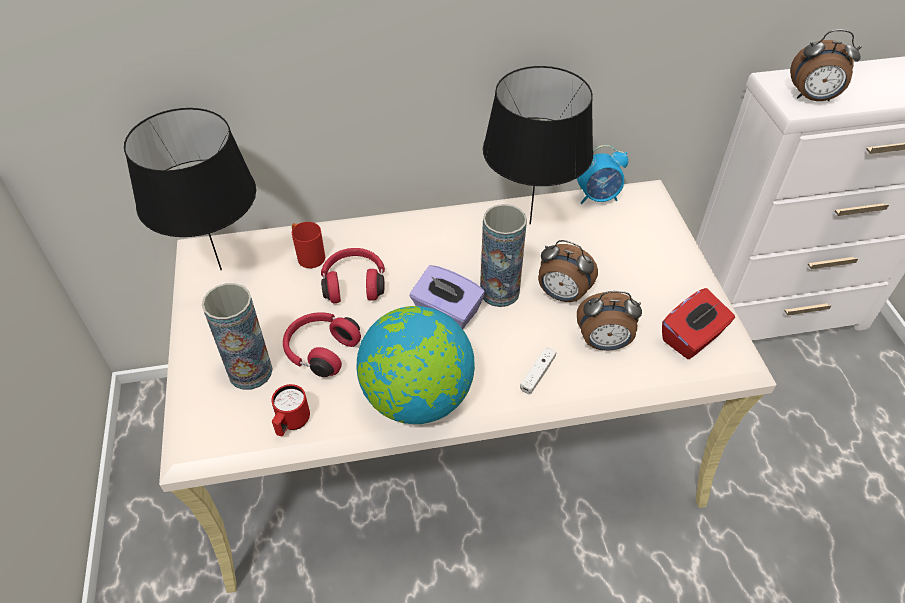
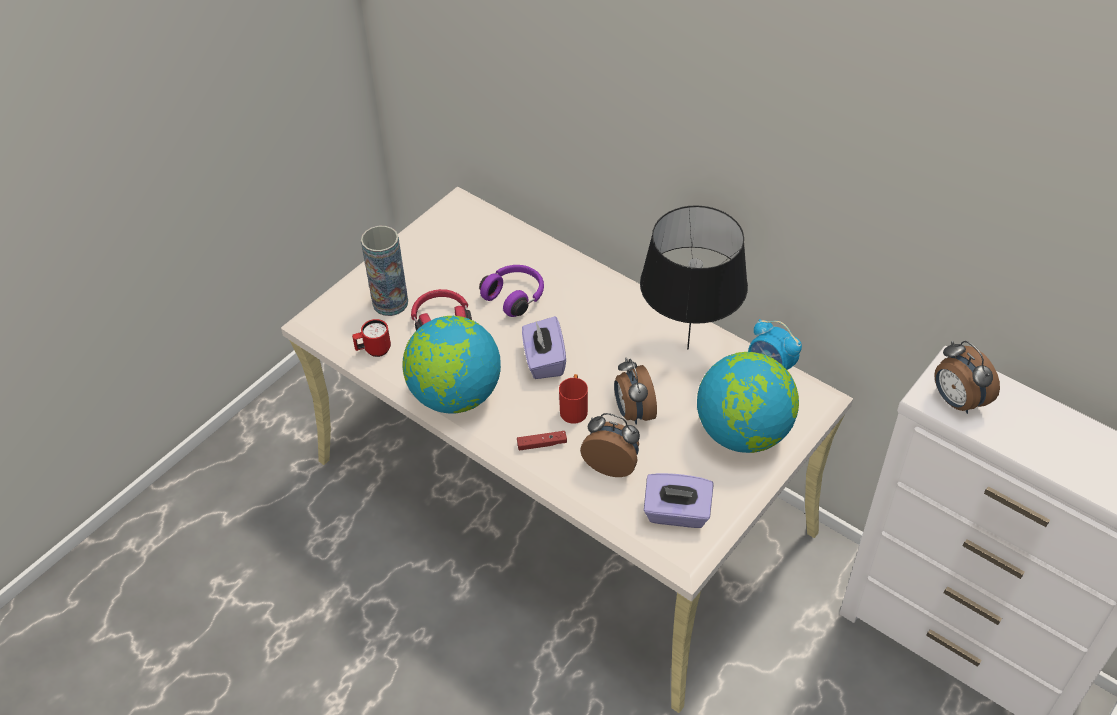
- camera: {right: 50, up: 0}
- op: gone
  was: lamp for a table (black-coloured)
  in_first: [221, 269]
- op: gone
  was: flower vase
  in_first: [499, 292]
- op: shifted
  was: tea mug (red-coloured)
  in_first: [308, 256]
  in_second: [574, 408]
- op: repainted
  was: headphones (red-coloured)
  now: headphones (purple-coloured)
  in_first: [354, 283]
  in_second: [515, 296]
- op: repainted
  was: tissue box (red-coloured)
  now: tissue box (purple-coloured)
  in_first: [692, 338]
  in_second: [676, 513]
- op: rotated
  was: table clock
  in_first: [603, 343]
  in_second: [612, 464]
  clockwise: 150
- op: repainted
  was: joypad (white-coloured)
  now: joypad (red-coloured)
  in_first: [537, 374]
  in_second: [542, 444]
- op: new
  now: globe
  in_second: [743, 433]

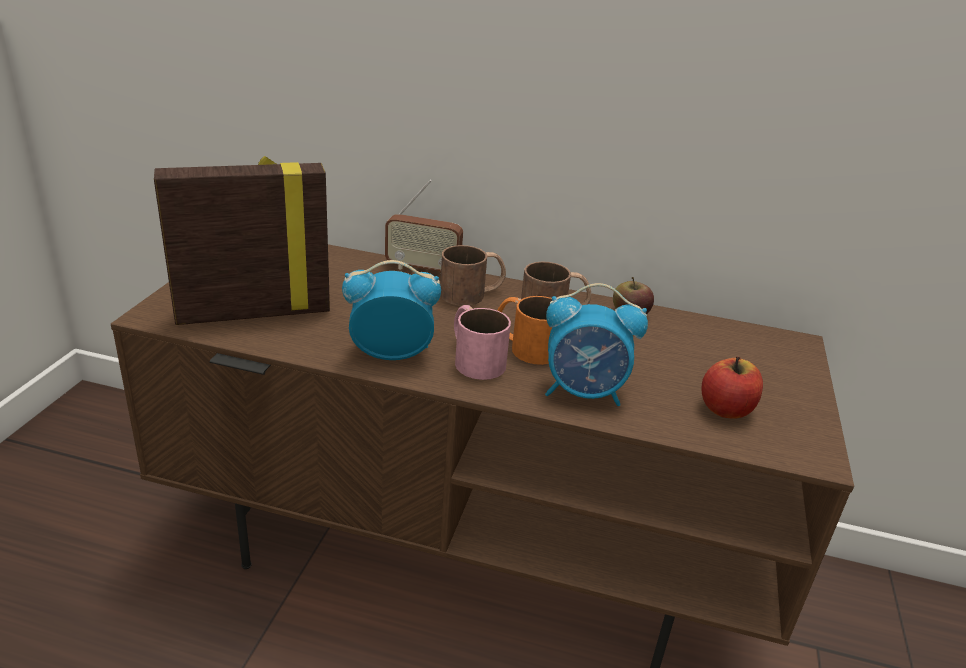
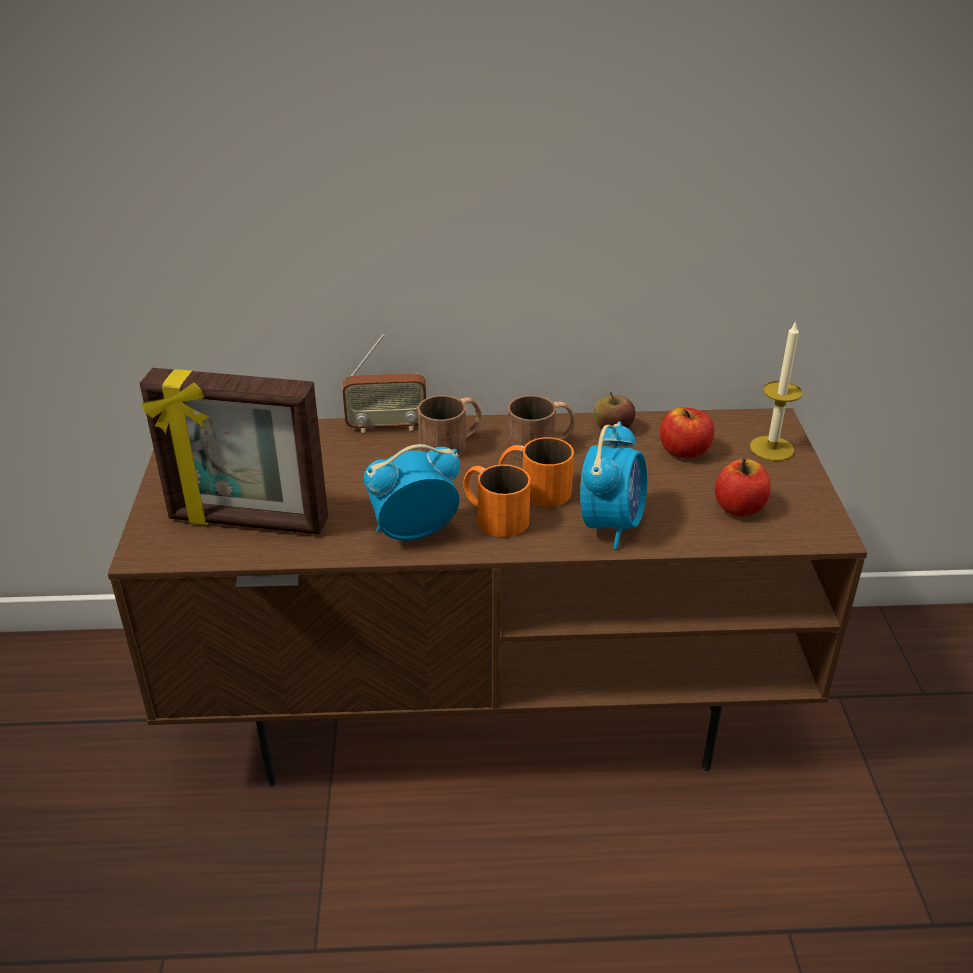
- camera: {right: -15, up: 5}
- op: rotated
  was: picture frame
  in_first: [253, 312]
  in_second: [248, 522]
  clockwise: -135
- op: rotated
  was: table clock
  in_first: [584, 393]
  in_second: [611, 524]
  clockwise: -60
- op: repainted
  was: tea mug (pink)
  now: tea mug (orange)
  in_first: [473, 358]
  in_second: [493, 515]
- op: new
  now: wax light
  in_second: [771, 448]
- op: new
  now: apple
  in_second: [684, 451]

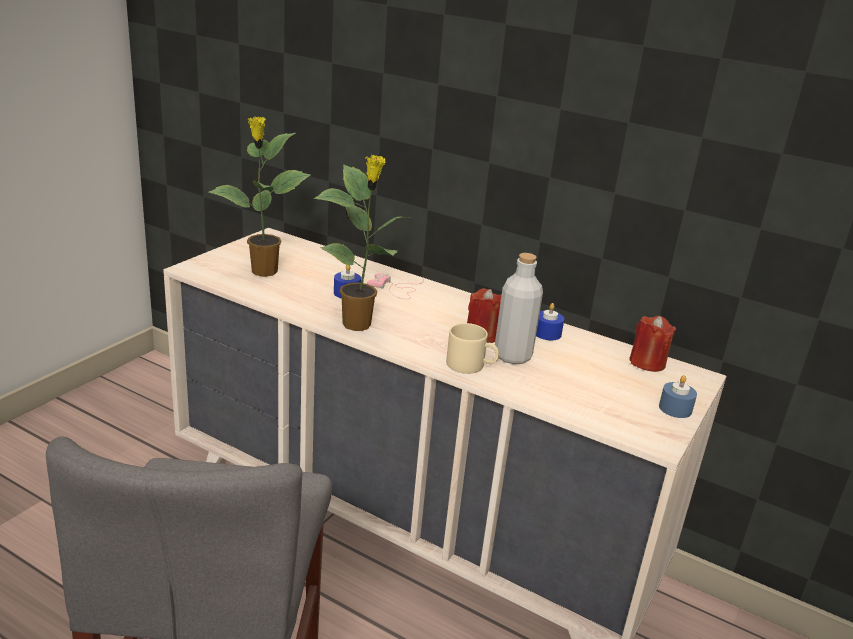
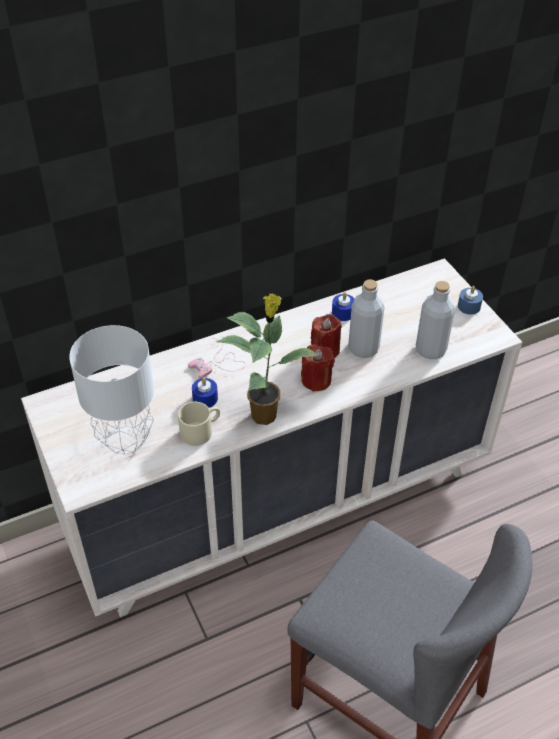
- camera: {right: -55, up: 20}
- op: swapped
  was: plant in a pot
  now: lamp for a table (gray)
  in_first: [263, 272]
  in_second: [125, 439]
- op: shifted
  was: wax light (red-coloured)
  in_first: [647, 362]
  in_second: [316, 380]
- op: shifted
  was: tea mug (beige-coloured)
  in_first: [471, 365]
  in_second: [200, 430]
- op: new
  now: drink bottle (gray)
  in_second: [430, 350]

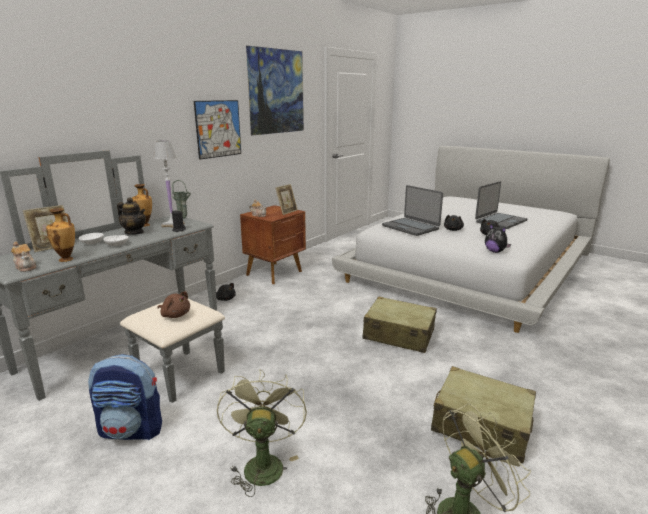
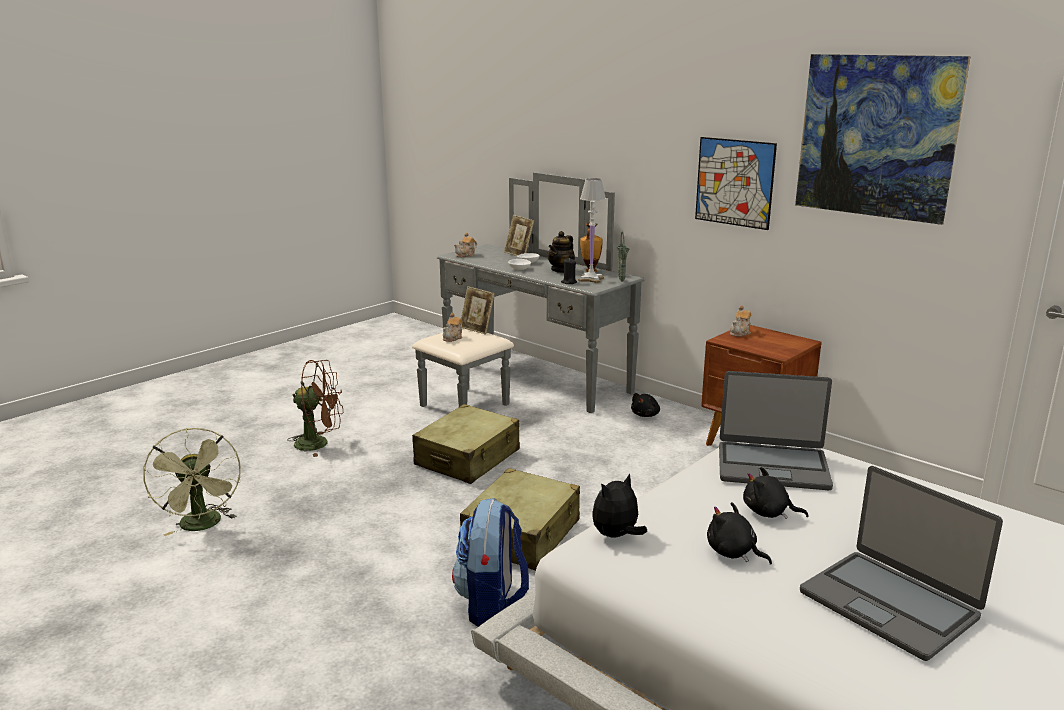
- camera: {right: 95, up: 0}
- op: shifted
  was: picture frame
  in_first: [287, 212]
  in_second: [477, 329]
- op: rotated
  was: notebook computer
  in_first: [410, 227]
  in_second: [772, 466]
  clockwise: -135
- op: gone
  was: flower vase
  in_first: [67, 259]
- op: swapped
  was: plush toy (brown-coloured)
  now: pot for tea
  in_first: [175, 315]
  in_second: [453, 338]
- op: shifted
  was: backpack
  in_first: [132, 430]
  in_second: [492, 604]
- op: shifted
  was: piece of luggage (beige-coloured)
  in_first: [481, 425]
  in_second: [468, 458]
- op: repainted
  was: fan (green)
  now: fan (brown-coloured)
  in_first: [262, 463]
  in_second: [319, 443]

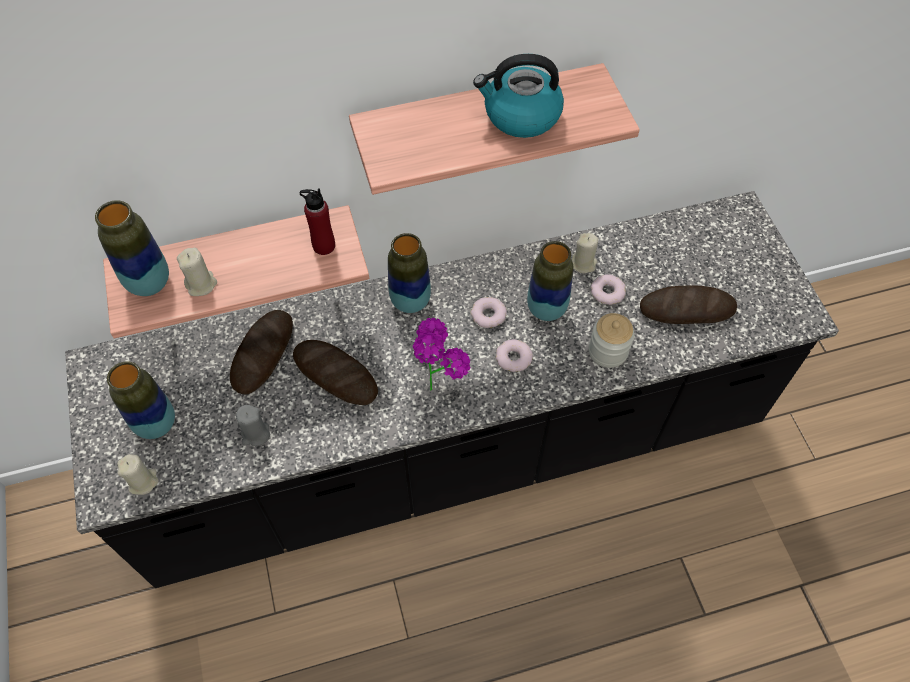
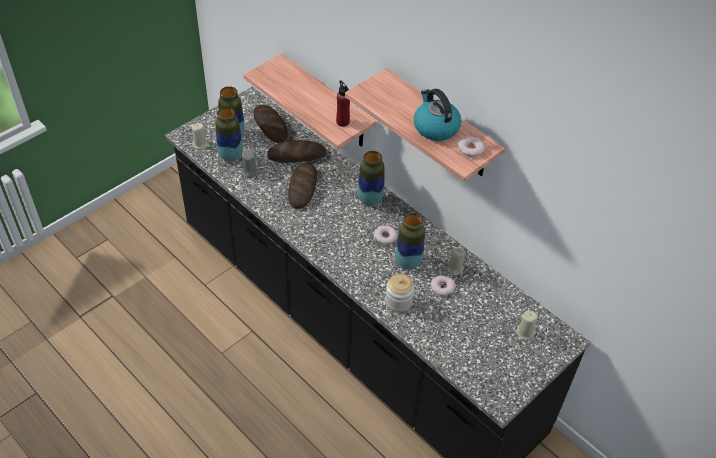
- camera: {right: 60, up: -10}
- op: shifted
  was: flower vase
  in_first: [149, 283]
  in_second: [230, 156]
- op: shifted
  was: wax light (beige-coloured)
  in_first: [201, 284]
  in_second: [525, 332]
- op: shifted
  was: bread
  in_first: [687, 309]
  in_second: [270, 126]
- op: gone
  was: plant in a pot
  in_first: [439, 382]
- op: shifted
  was: donut
  in_first: [513, 358]
  in_second: [470, 149]

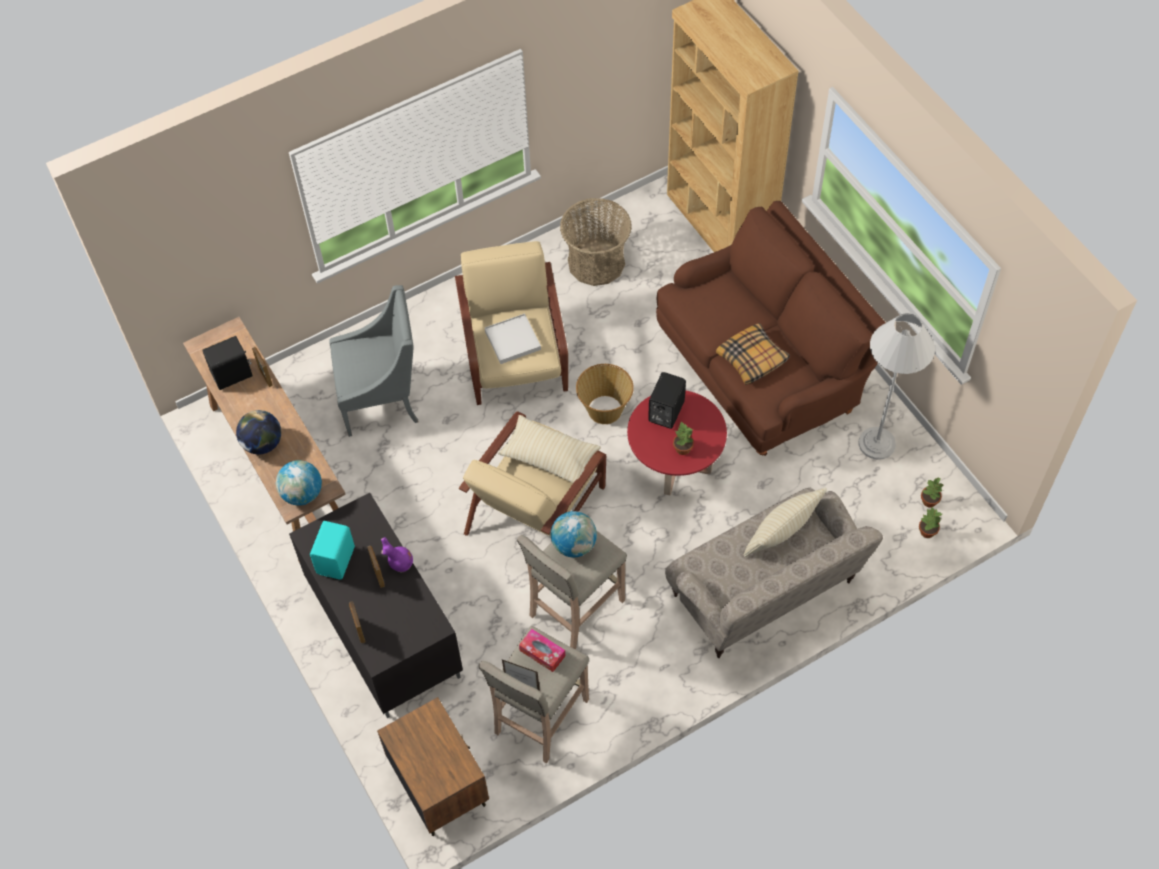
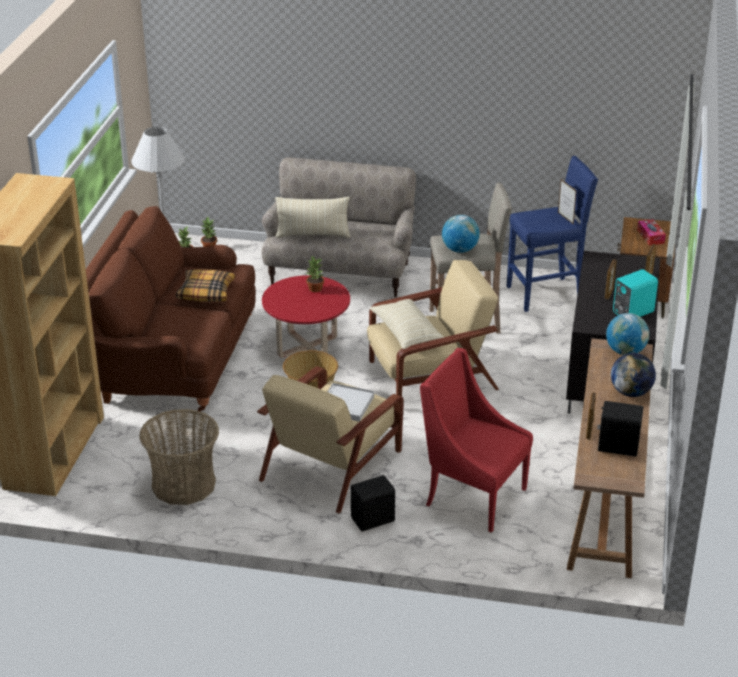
- camera: {right: -140, up: -25}
- op: repainted
  was: lounge chair (gray)
  now: lounge chair (red-coloured)
  in_first: [382, 399]
  in_second: [472, 496]
- op: shifted
  was: audio speaker (black-coloured)
  in_first: [665, 412]
  in_second: [374, 520]
- op: gone
  was: flower vase (purple-coloured)
  in_first: [400, 563]
- op: repainted
  was: sitting stool (beige-coloured)
  now: sitting stool (blue)
  in_first: [539, 718]
  in_second: [546, 294]
- op: shifted
  was: tissue box
  in_first: [542, 653]
  in_second: [650, 236]

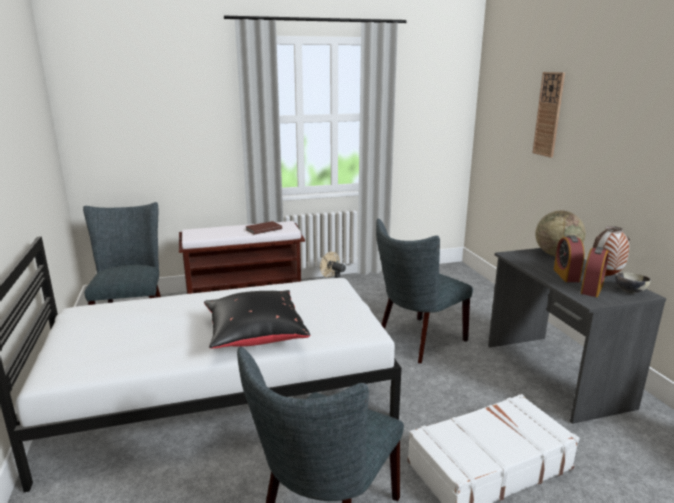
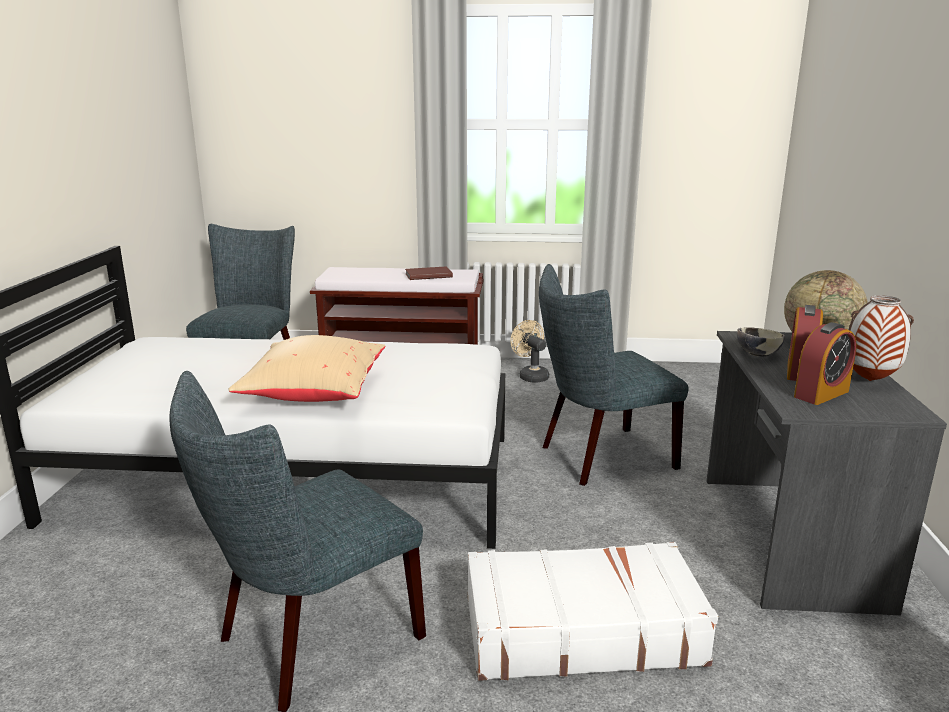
- camera: {right: 20, up: 0}
- op: gone
  was: wall clock
  in_first: [549, 114]
- op: shifted
  was: serving bowl
  in_first: [629, 291]
  in_second: [757, 354]
- op: repainted
  was: cushion (black-coloured)
  now: cushion (beige-coloured)
  in_first: [254, 335]
  in_second: [313, 393]

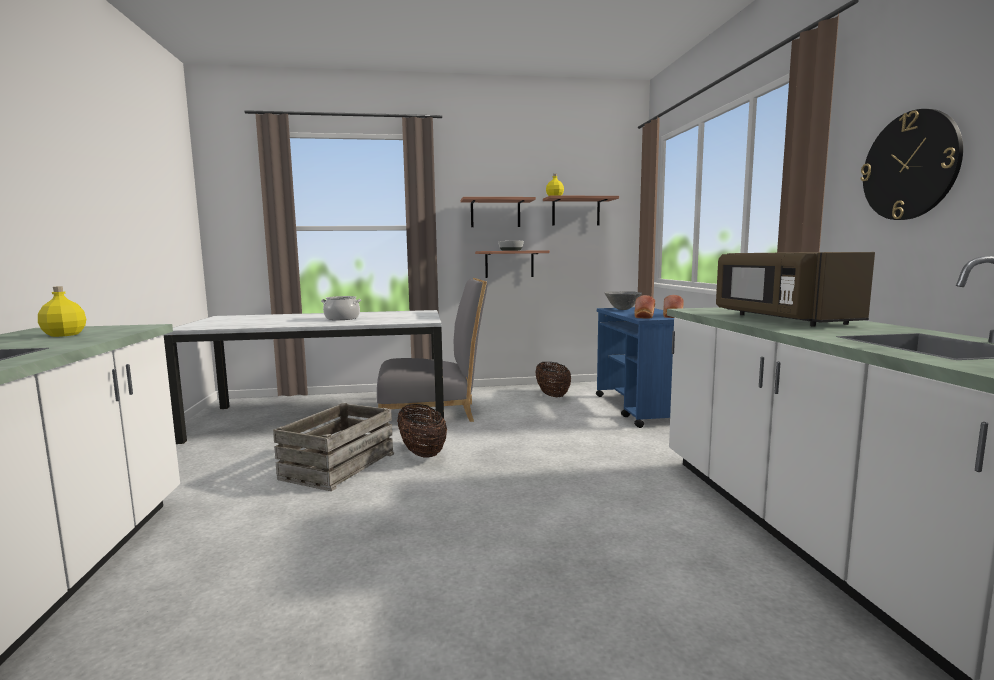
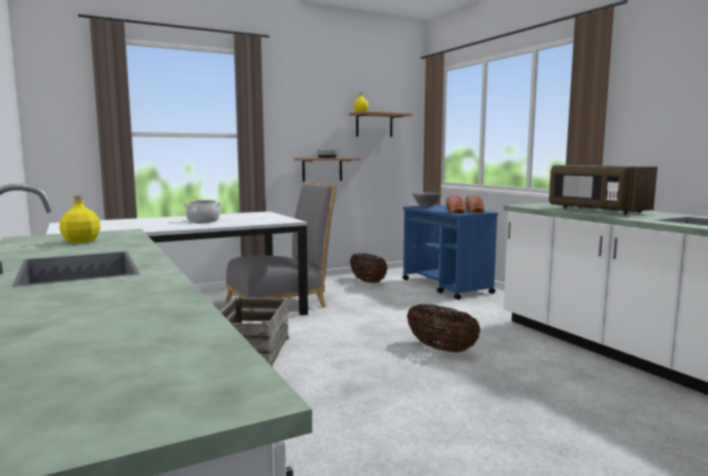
- camera: {right: -20, up: 0}
- op: gone
  was: wall clock
  in_first: [910, 166]
- op: gone
  was: bracket shelf
  in_first: [495, 213]
- op: shifted
  was: storage basket
  in_first: [422, 453]
  in_second: [441, 349]

